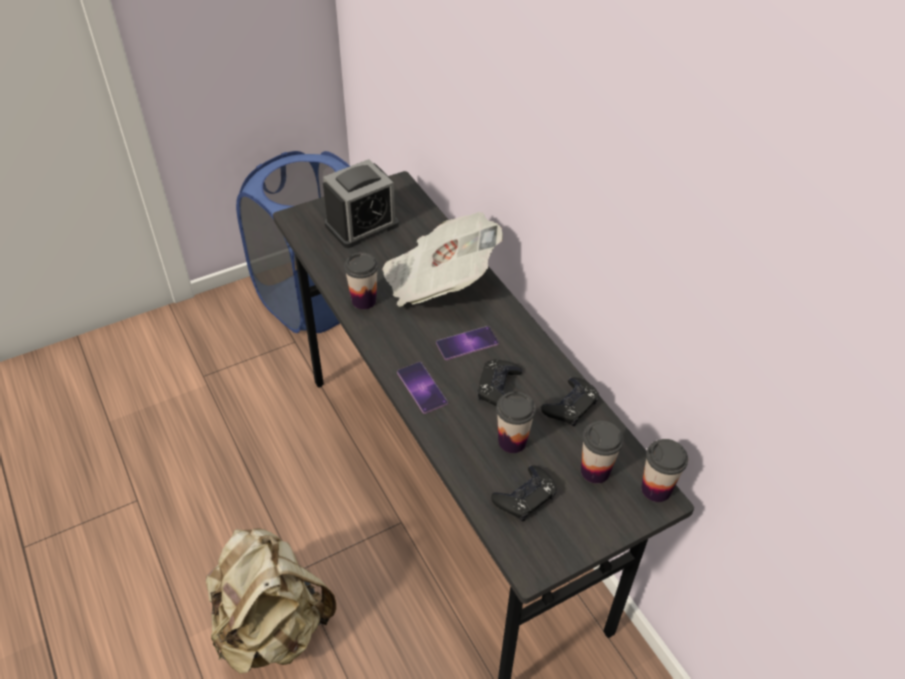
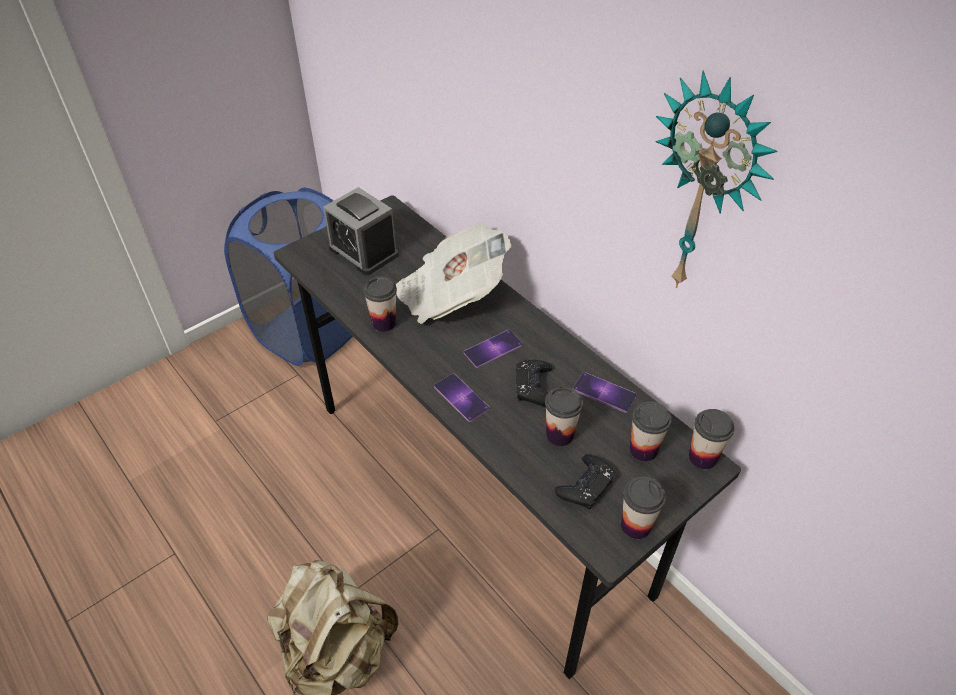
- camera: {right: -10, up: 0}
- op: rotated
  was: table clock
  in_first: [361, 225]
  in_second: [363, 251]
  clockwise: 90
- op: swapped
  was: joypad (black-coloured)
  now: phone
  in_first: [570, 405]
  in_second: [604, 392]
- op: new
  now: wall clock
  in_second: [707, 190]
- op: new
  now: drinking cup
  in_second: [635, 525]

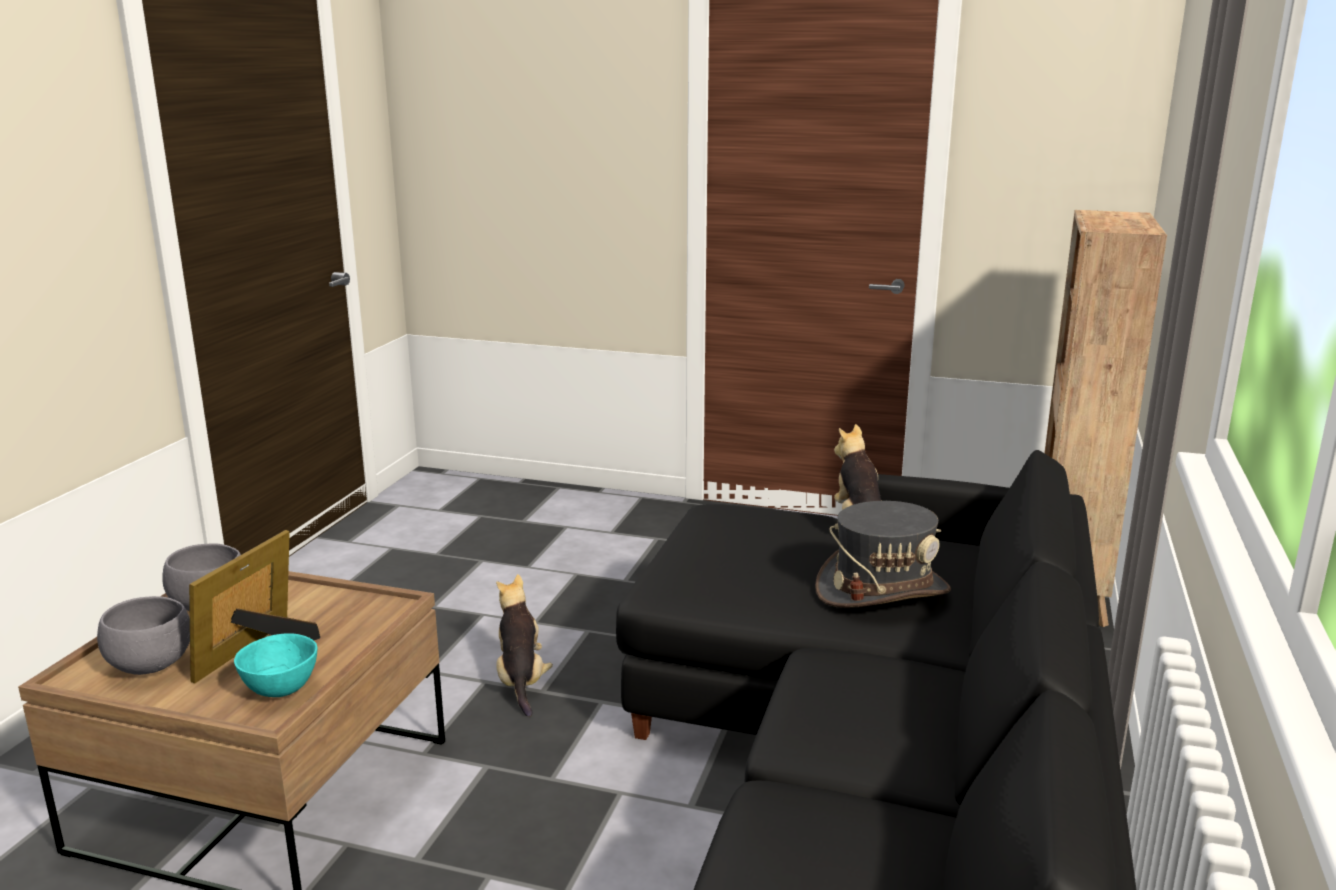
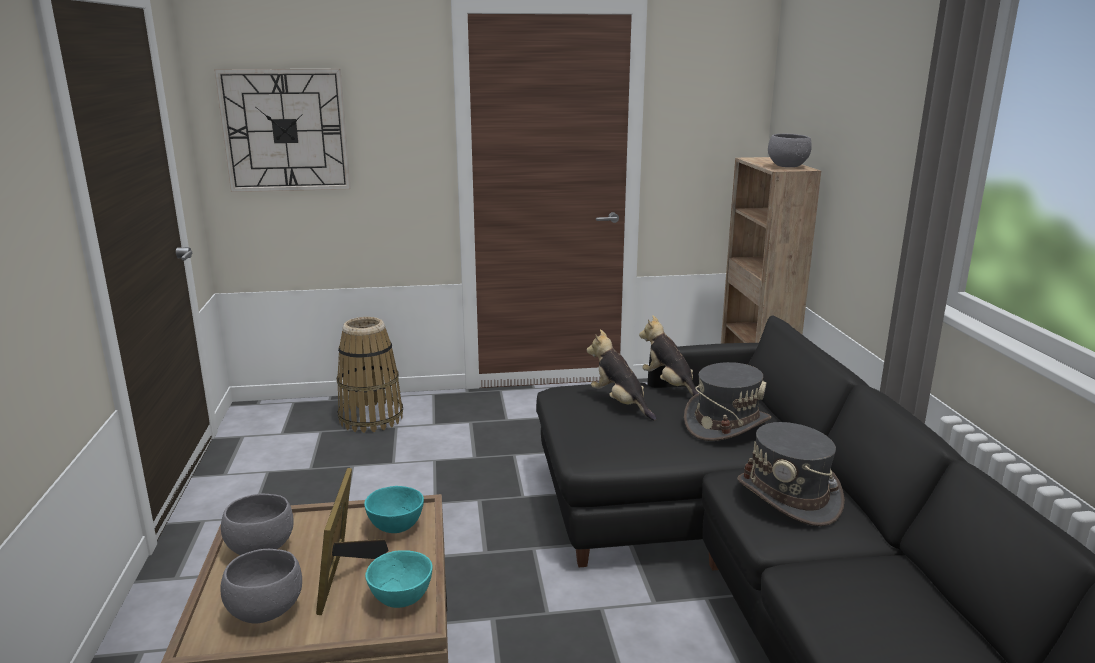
- camera: {right: -25, up: 0}
- op: shifted
  was: plush toy
  in_first: [521, 680]
  in_second: [620, 403]
- op: new
  now: wall clock
  in_second: [285, 130]
- op: new
  now: serving bowl (gray)
  in_second: [788, 166]
- op: new
  now: storage basket
  in_second: [371, 418]
- op: new
  now: wearable hat (gray)
  in_second: [789, 497]
- op: new
  now: serving bowl (turquoise)
  in_second: [395, 527]

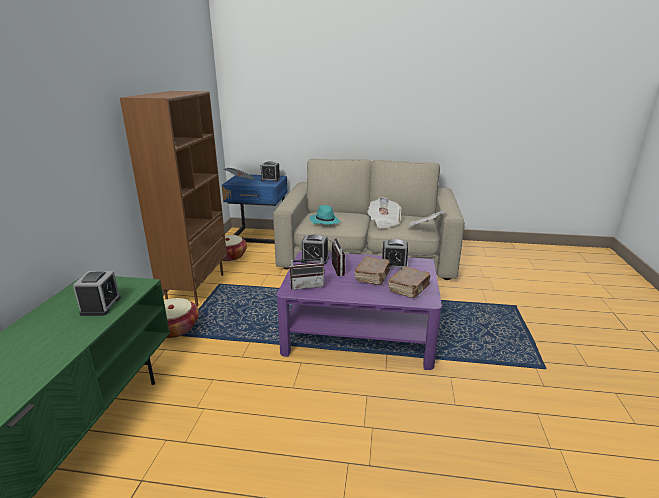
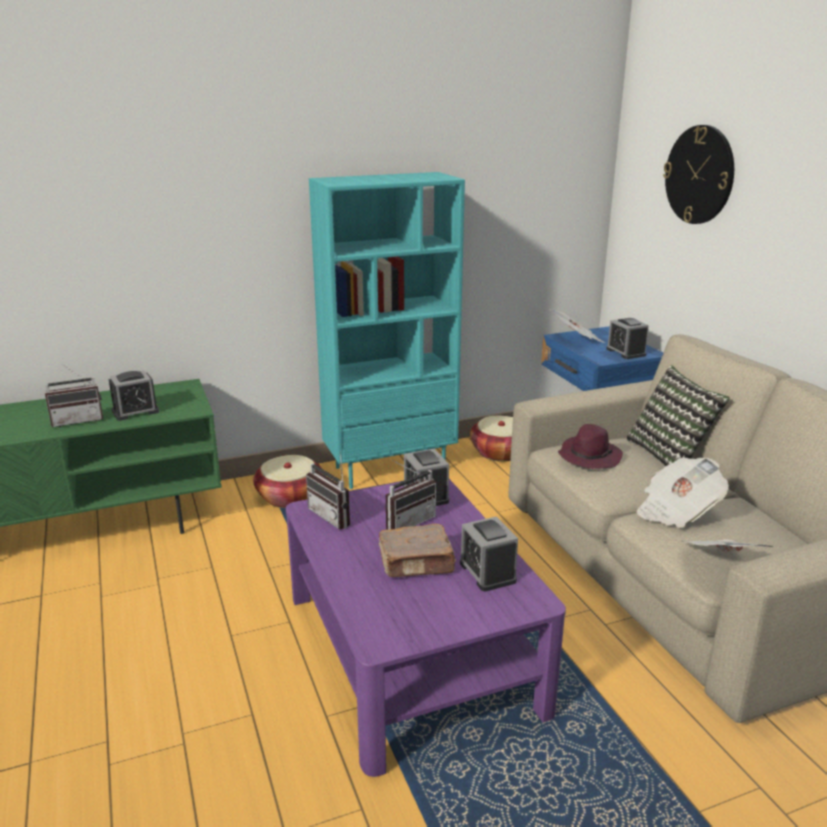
- camera: {right: 60, up: 0}
- op: repainted
  was: bookshelf (brown-coloured)
  now: bookshelf (turquoise)
  in_first: [195, 288]
  in_second: [390, 468]
- op: repainted
  was: wearable hat (turquoise)
  now: wearable hat (purple-coloured)
  in_first: [324, 221]
  in_second: [589, 456]
- op: gone
  was: bound book (brown-coloured)
  in_first: [409, 289]
- op: new
  now: wall clock
  in_second: [699, 175]
- op: new
  now: radio
  in_second: [78, 420]
- op: new
  now: cushion
  in_second: [670, 455]

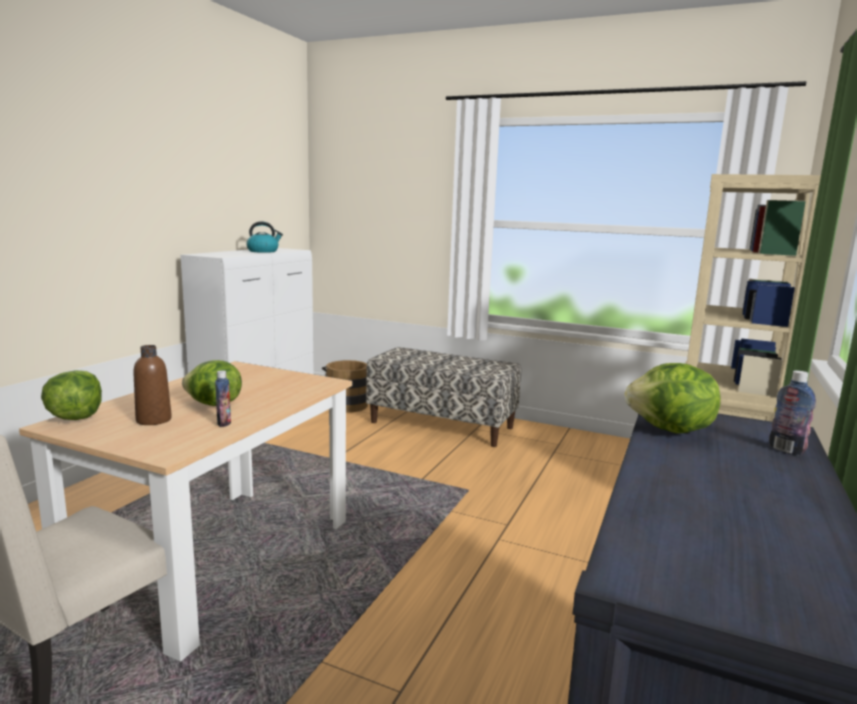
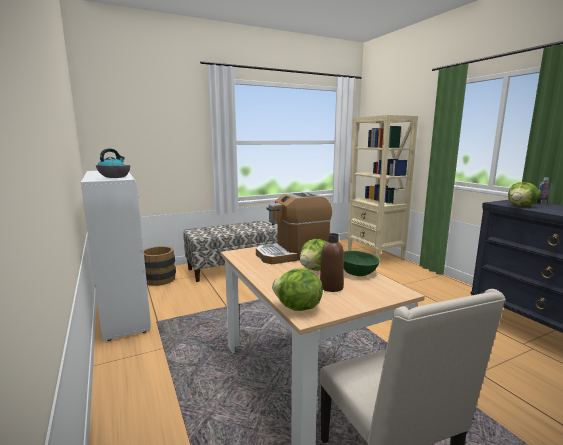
- camera: {right: -50, up: 0}
- op: swapped
  was: drink bottle
  now: serving bowl (green)
  in_first: [224, 423]
  in_second: [357, 273]
- op: new
  now: serving bowl (gray)
  in_second: [115, 178]
- op: new
  now: coffee maker
  in_second: [292, 254]

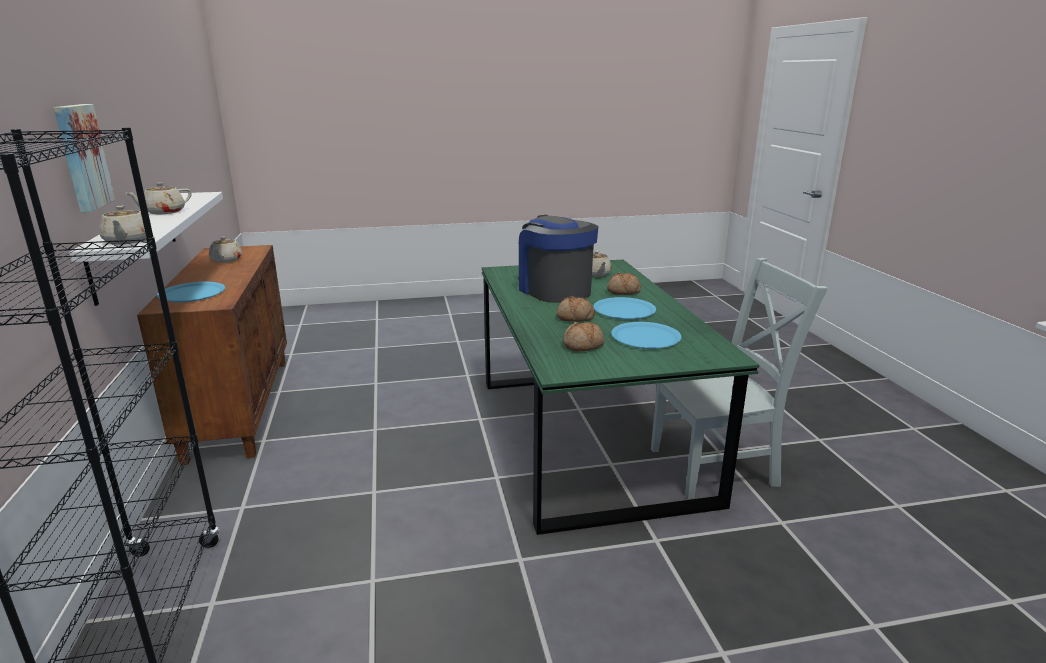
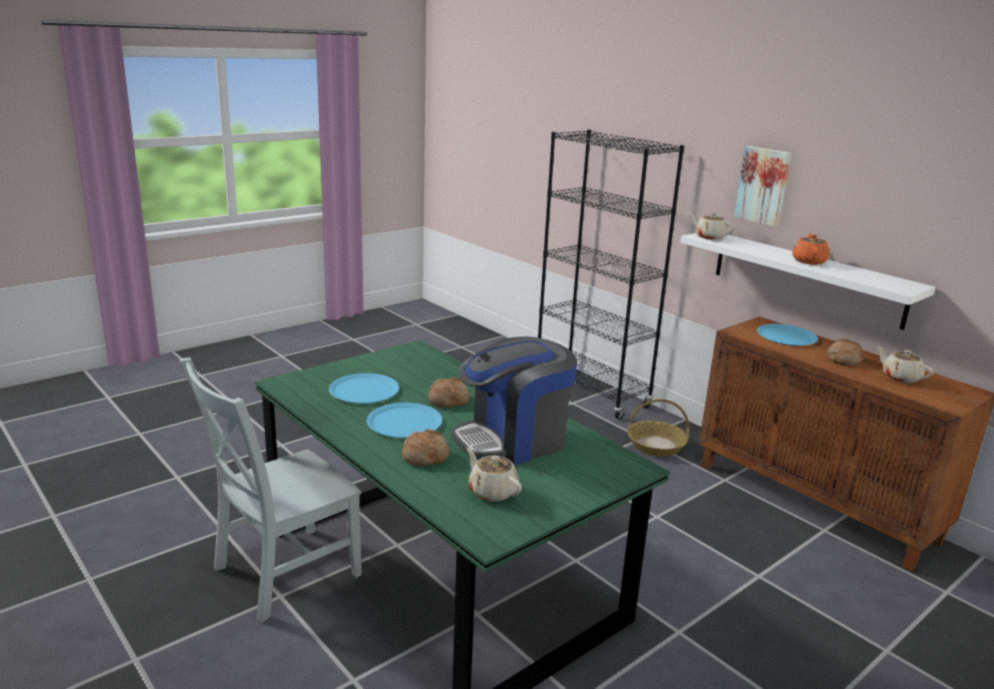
- camera: {right: 150, up: 0}
- op: repainted
  was: pot for tea (beige-coloured)
  now: pot for tea (orange)
  in_first: [164, 212]
  in_second: [809, 261]
- op: rotated
  was: coffee maker
  in_first: [554, 290]
  in_second: [513, 440]
  clockwise: 120
- op: shifted
  was: bread
  in_first: [583, 345]
  in_second: [843, 359]
- op: new
  now: storage basket
  in_second: [656, 445]

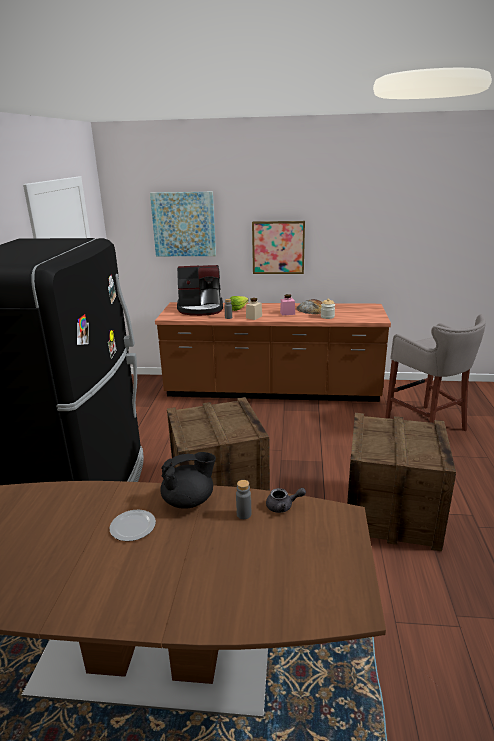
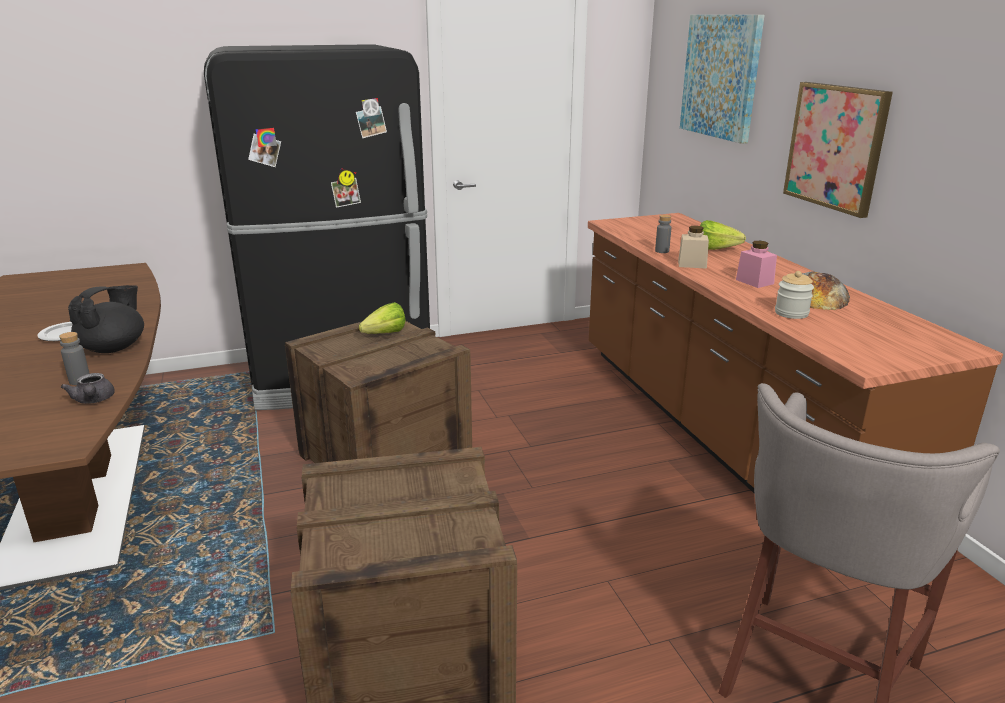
- camera: {right: 65, up: 0}
- op: gone
  was: coffee maker
  in_first: [201, 309]
- op: rotated
  was: pot for tea (black-coloured)
  in_first: [189, 500]
  in_second: [114, 348]
  clockwise: -105
- op: new
  now: head of lettuce
  in_second: [381, 335]

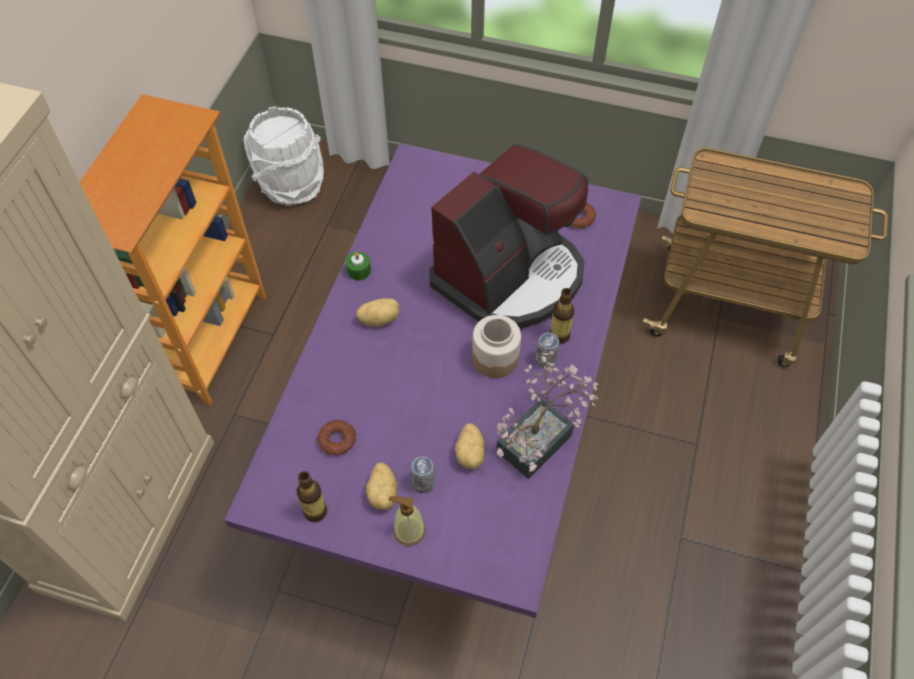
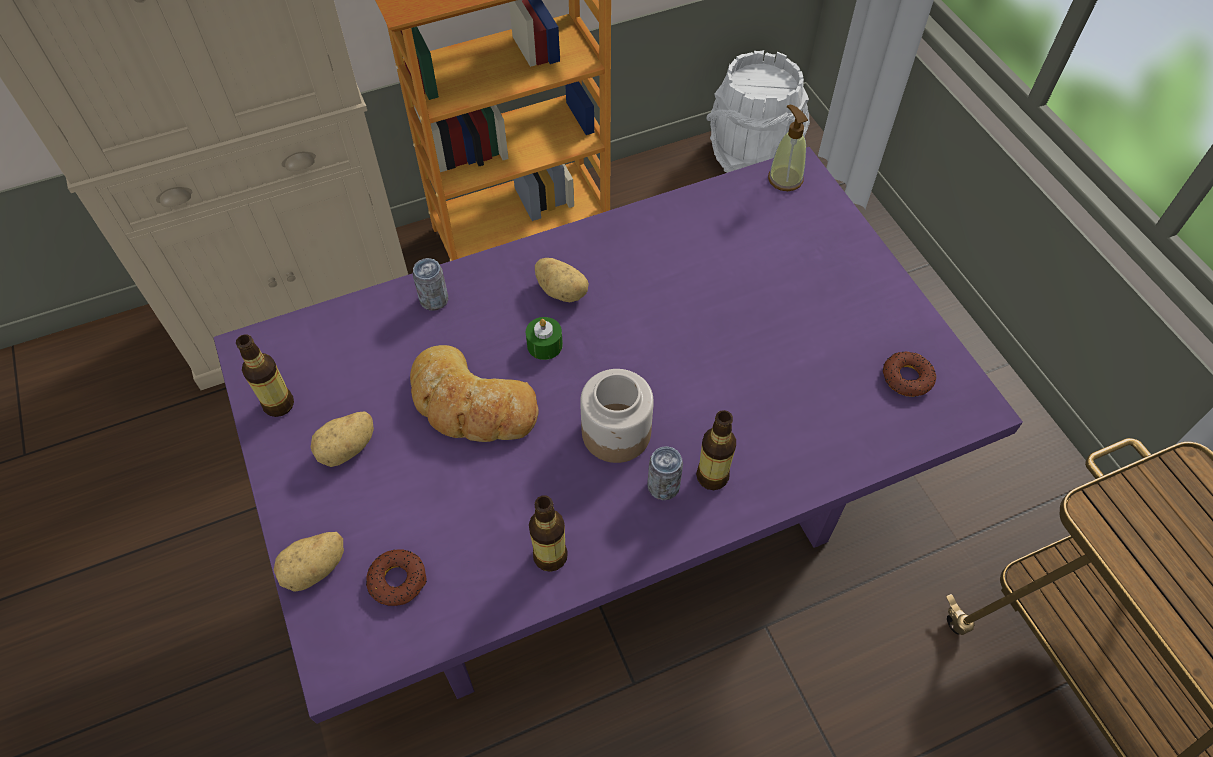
- camera: {right: 50, up: 0}
- op: gone
  was: coffee maker
  in_first: [510, 276]
- op: shifted
  was: wax light (green)
  in_first: [359, 270]
  in_second: [544, 345]
- op: swapped
  was: plant in a pot
  now: drink bottle
  in_first: [541, 438]
  in_second: [550, 556]
- op: shifted
  was: donut
  in_first: [337, 440]
  in_second: [398, 580]
- op: shifted
  was: potato
  in_first: [471, 453]
  in_second: [316, 569]
- op: shifted
  was: metal can
  in_first: [423, 483]
  in_second: [434, 300]
- op: shifted
  was: liquid soap bottle
  in_first: [409, 531]
  in_second: [785, 179]
- op: new
  now: bread
  in_second: [471, 404]

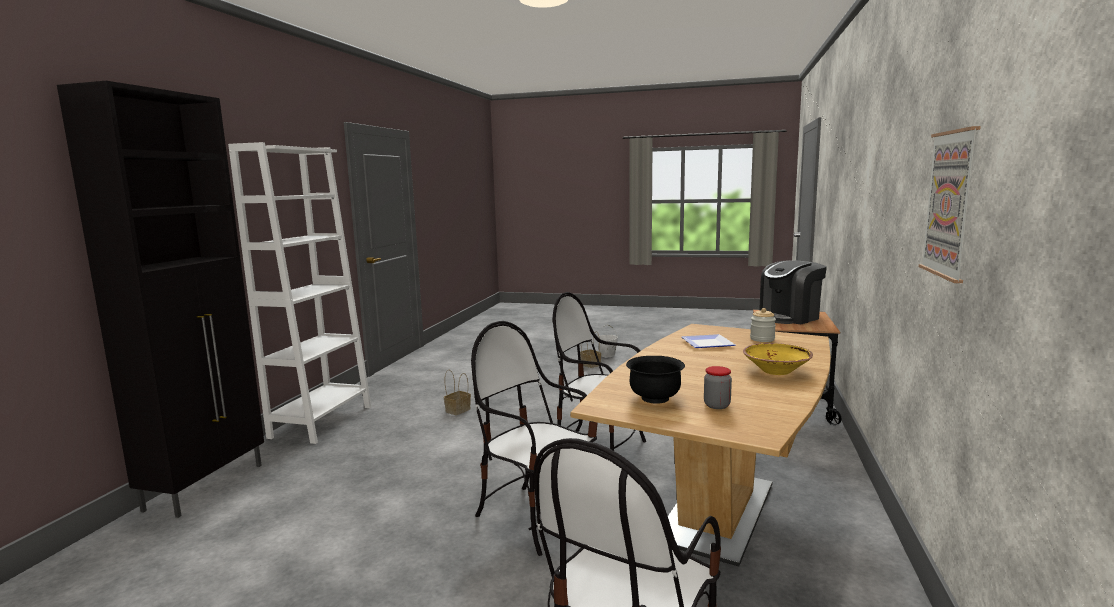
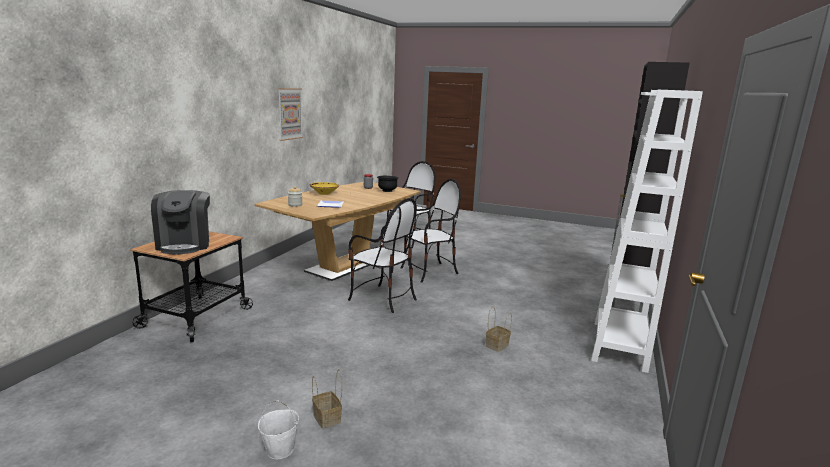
- camera: {right: -175, up: 5}
- op: rotated
  was: coffee maker
  in_first: [789, 317]
  in_second: [185, 244]
  clockwise: 105
- op: rotated
  was: plain chair
  in_first: [536, 517]
  in_second: [429, 272]
  clockwise: -75

